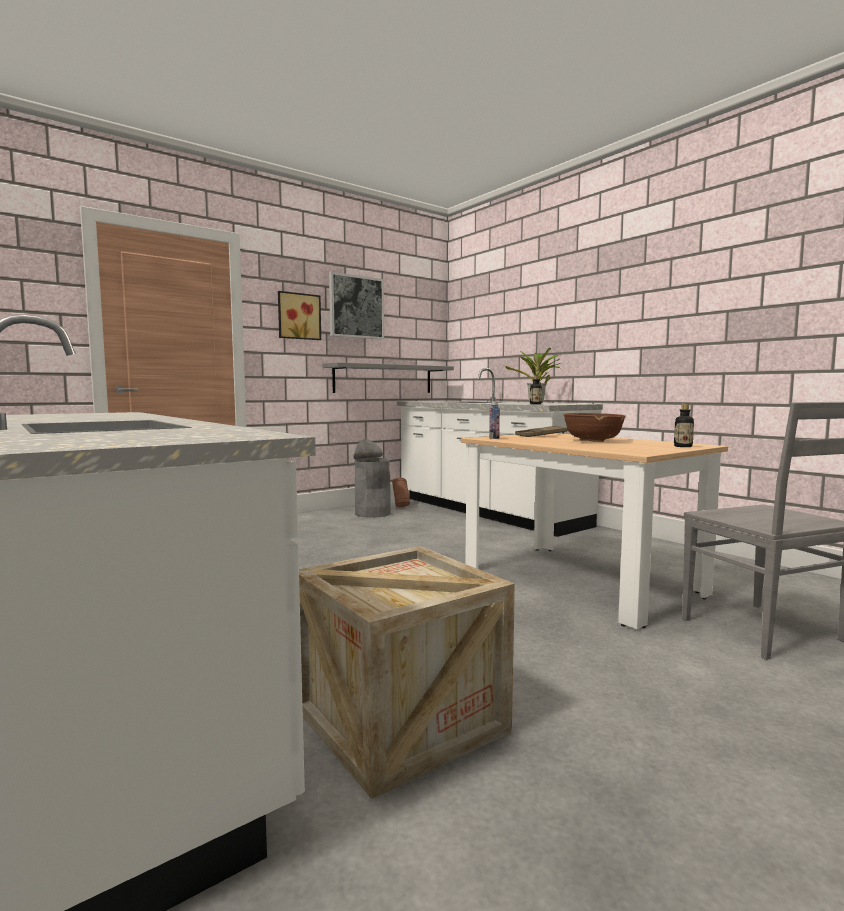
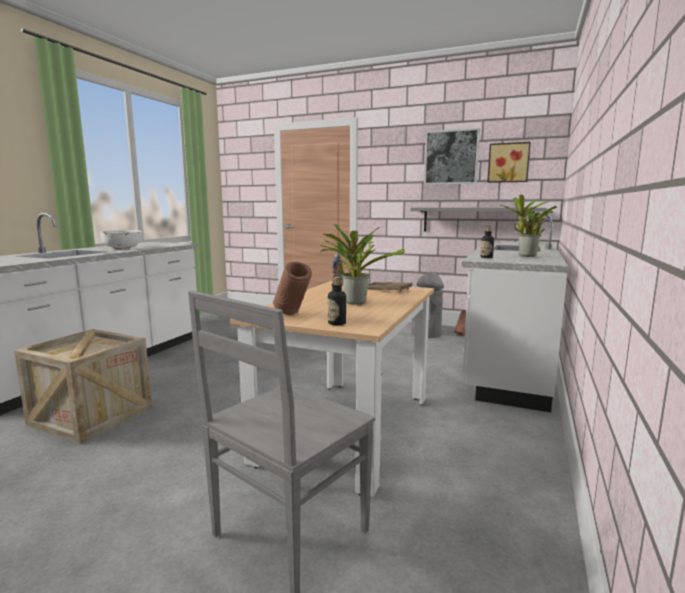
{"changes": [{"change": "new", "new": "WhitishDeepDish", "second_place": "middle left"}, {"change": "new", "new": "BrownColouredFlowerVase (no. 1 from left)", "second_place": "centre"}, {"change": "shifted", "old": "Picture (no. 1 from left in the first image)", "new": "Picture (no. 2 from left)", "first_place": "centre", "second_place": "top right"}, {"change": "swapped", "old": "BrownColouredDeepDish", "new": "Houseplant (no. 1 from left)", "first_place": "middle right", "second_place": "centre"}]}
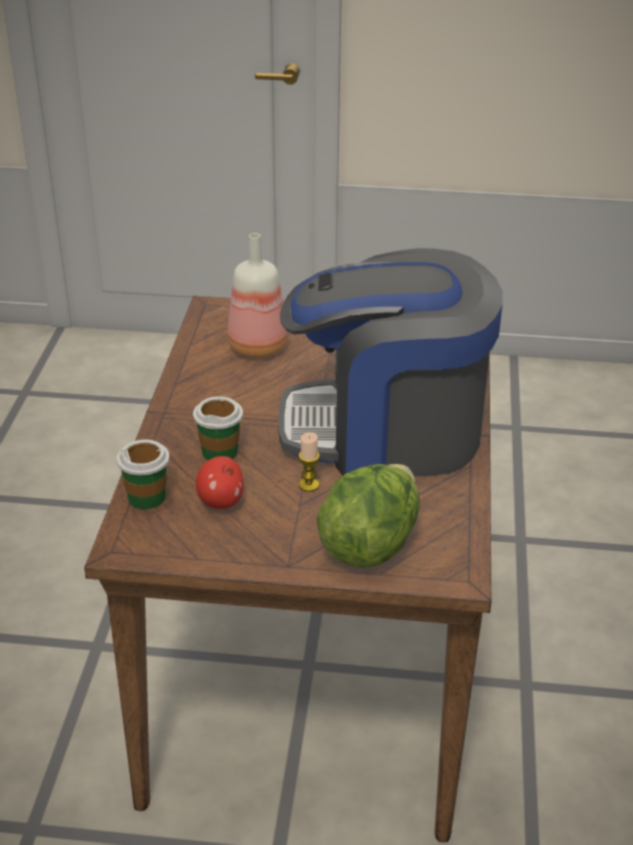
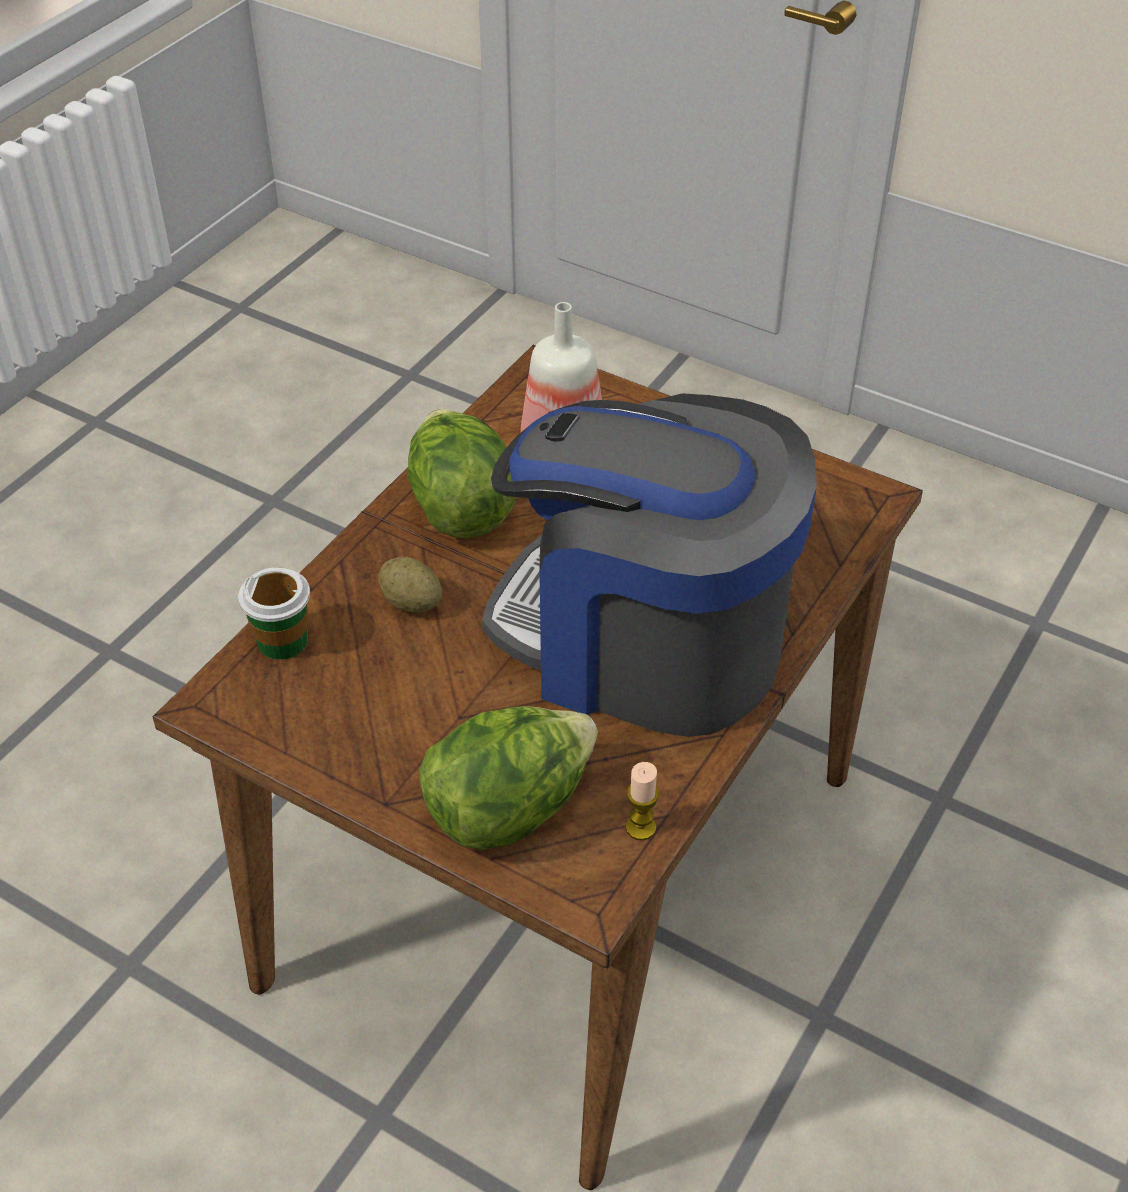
{"changes": [{"change": "gone", "old": "WholeApple", "first_place": "centre"}, {"change": "new", "new": "Lettuce (no. 1 from left)", "second_place": "centre"}, {"change": "shifted", "old": "Candle", "first_place": "centre", "second_place": "bottom centre"}, {"change": "swapped", "old": "Cup (no. 2 from left)", "new": "Spud", "first_place": "centre", "second_place": "centre"}]}
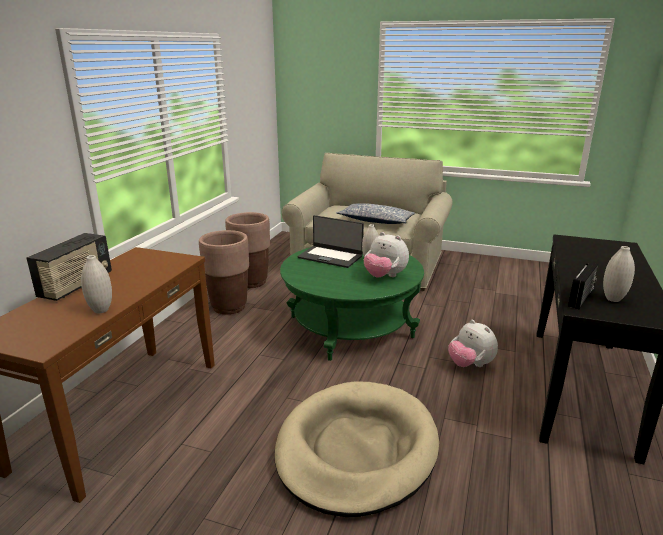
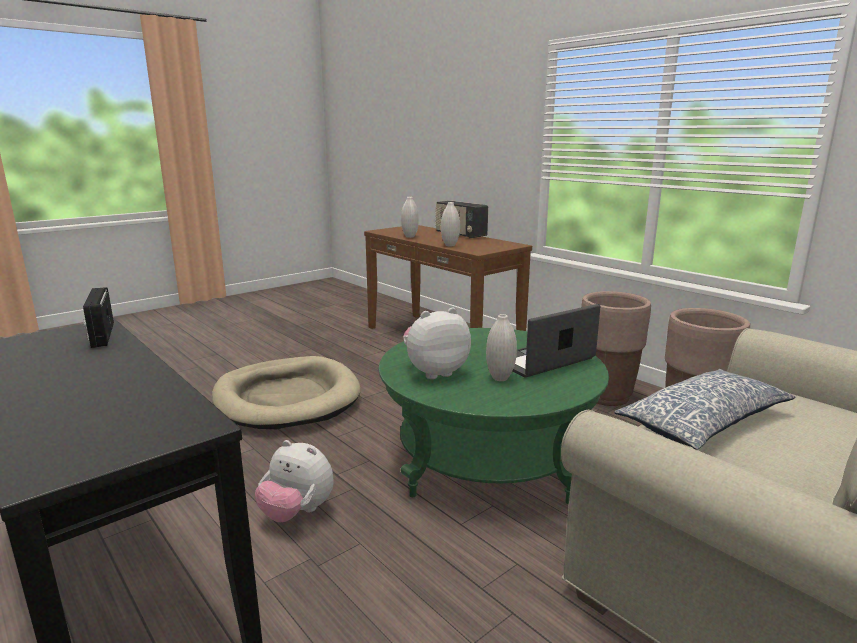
{"changes": [{"change": "shifted", "old": "WhitishFlowerVase (no. 3 from left in the first image)", "new": "WhitishFlowerVase (no. 2 from left)", "first_place": "middle right", "second_place": "centre"}, {"change": "rotated", "old": "CuddlyToy (no. 2 from left in the first image)", "first_place": "middle right", "second_place": "bottom centre", "degrees": -150}]}
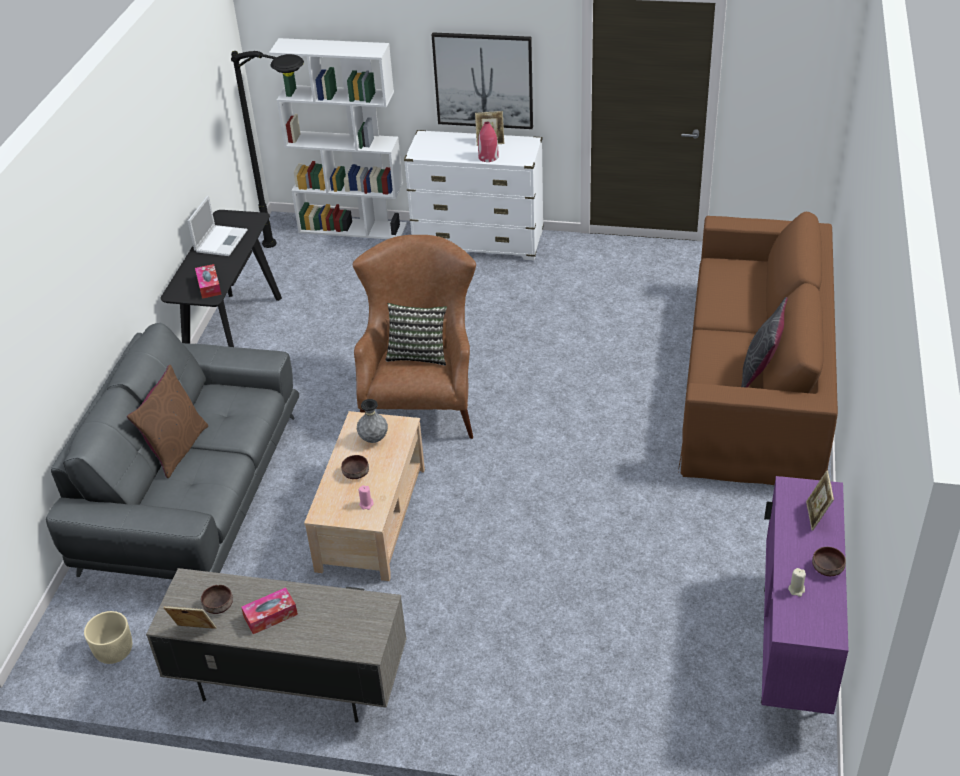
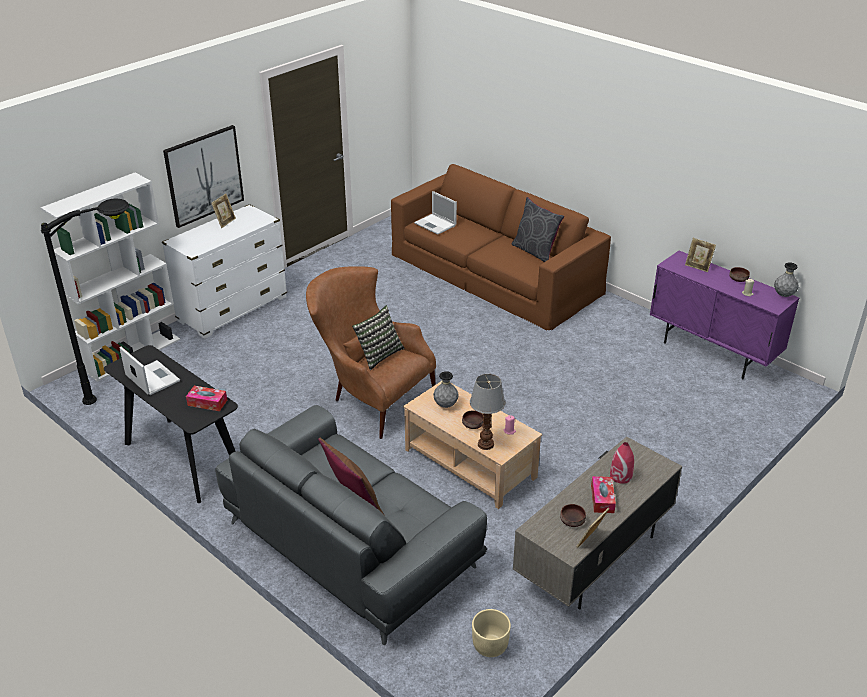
{"changes": [{"change": "new", "new": "PortableComputer (no. 2 from left)", "second_place": "top centre"}, {"change": "new", "new": "LampForATable", "second_place": "centre"}, {"change": "new", "new": "GreyishFlowerVase (no. 2 from left)", "second_place": "middle right"}, {"change": "shifted", "old": "RedFlowerVase", "first_place": "top centre", "second_place": "middle right"}]}
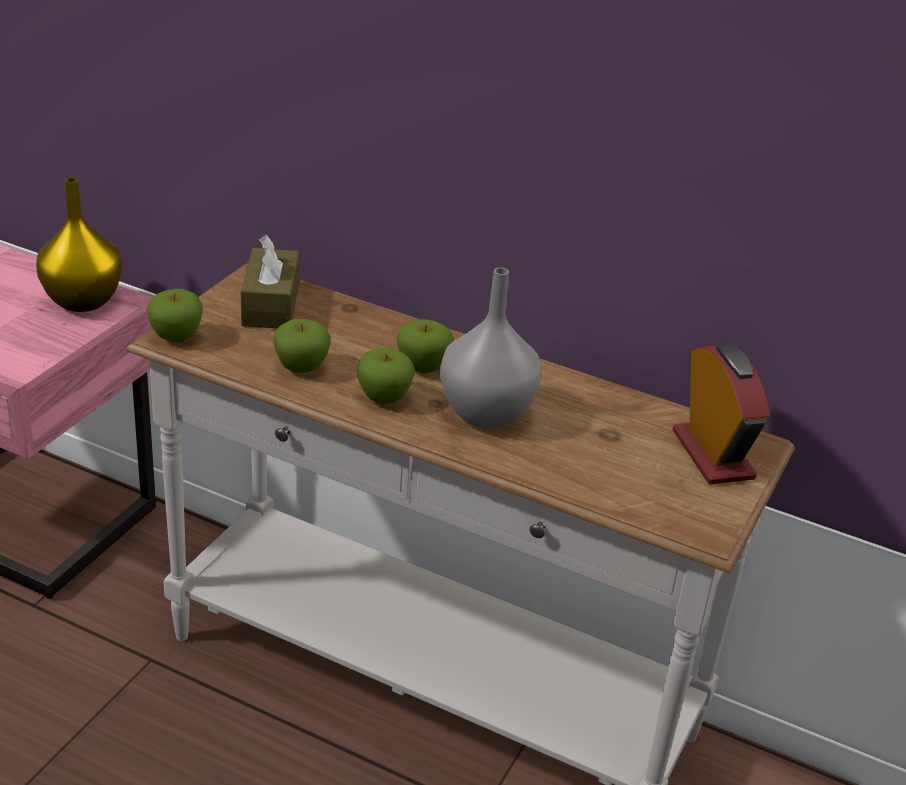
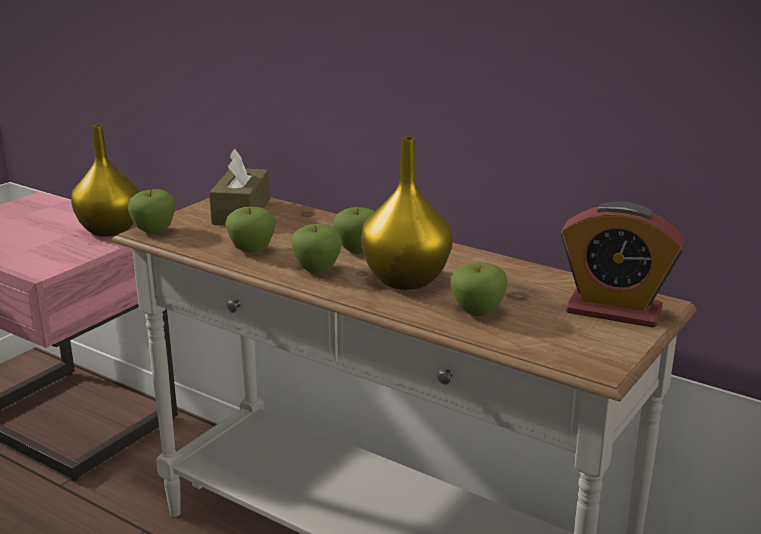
{"changes": [{"change": "new", "new": "WholeApple (no. 5 from left)", "second_place": "centre"}, {"change": "repainted", "old": "GreyishFlowerVase", "new": "YellowFlowerVase (no. 2 from left)", "first_place": "centre", "second_place": "centre"}, {"change": "rotated", "old": "AlarmClock", "first_place": "middle right", "second_place": "middle right", "degrees": 120}]}
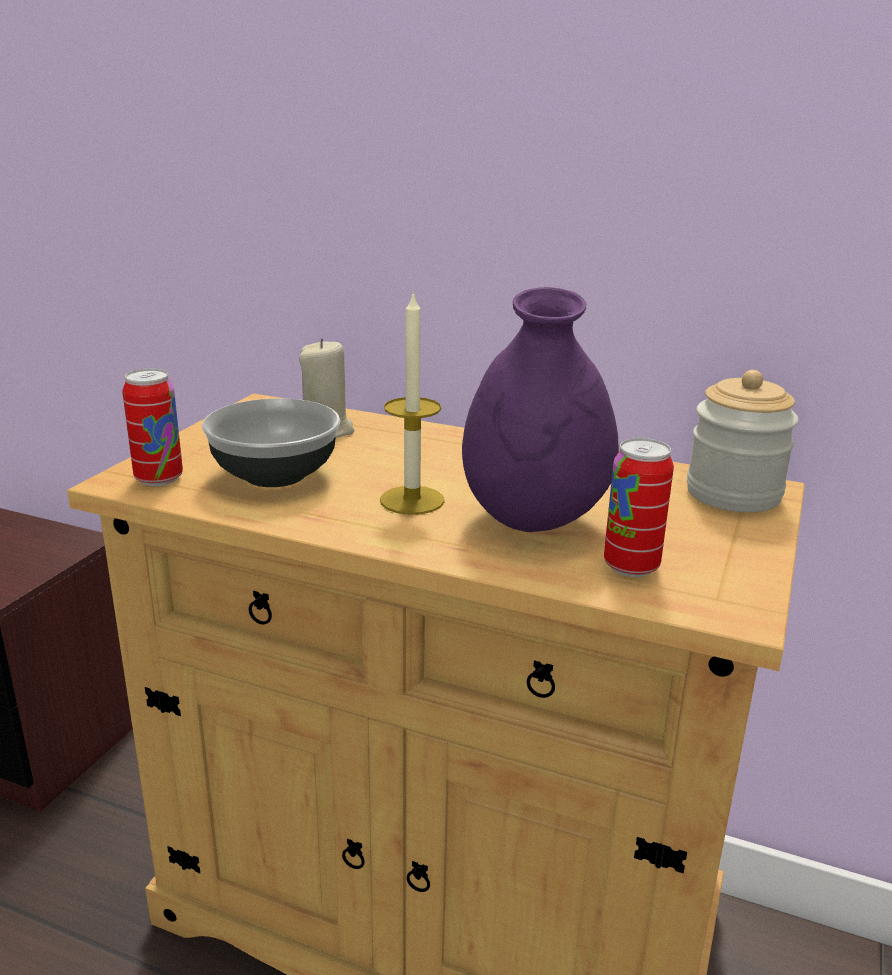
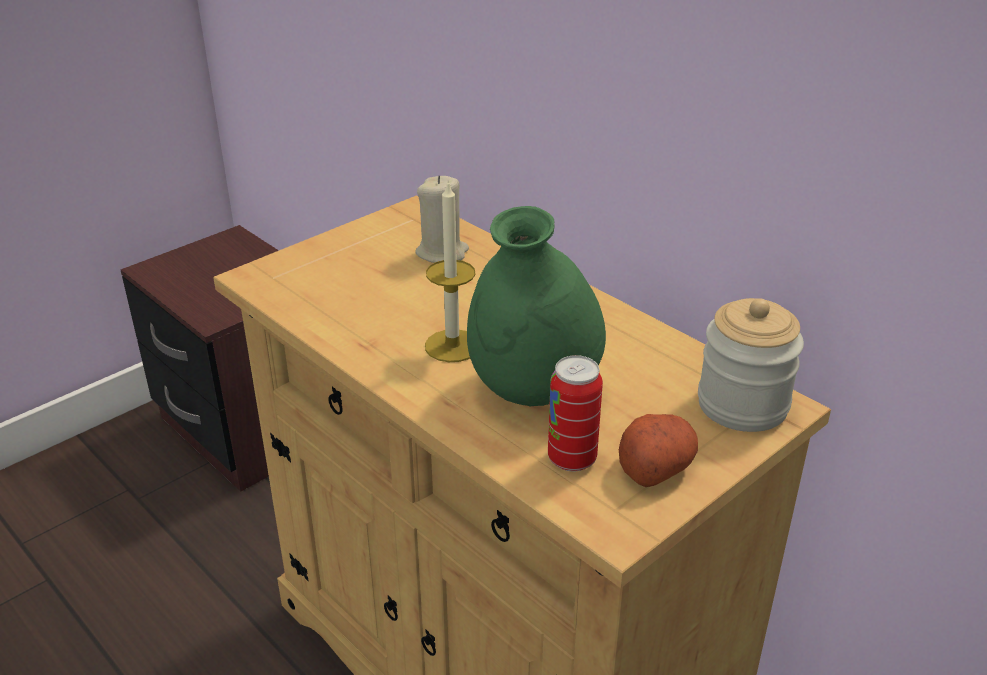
{"changes": [{"change": "gone", "old": "SealedCan (no. 1 from left)", "first_place": "middle left"}, {"change": "gone", "old": "DeepDish", "first_place": "middle left"}, {"change": "new", "new": "Spud", "second_place": "bottom right"}, {"change": "repainted", "old": "PurpleColouredFlowerVase", "new": "GreenishFlowerVase", "first_place": "centre", "second_place": "centre"}]}
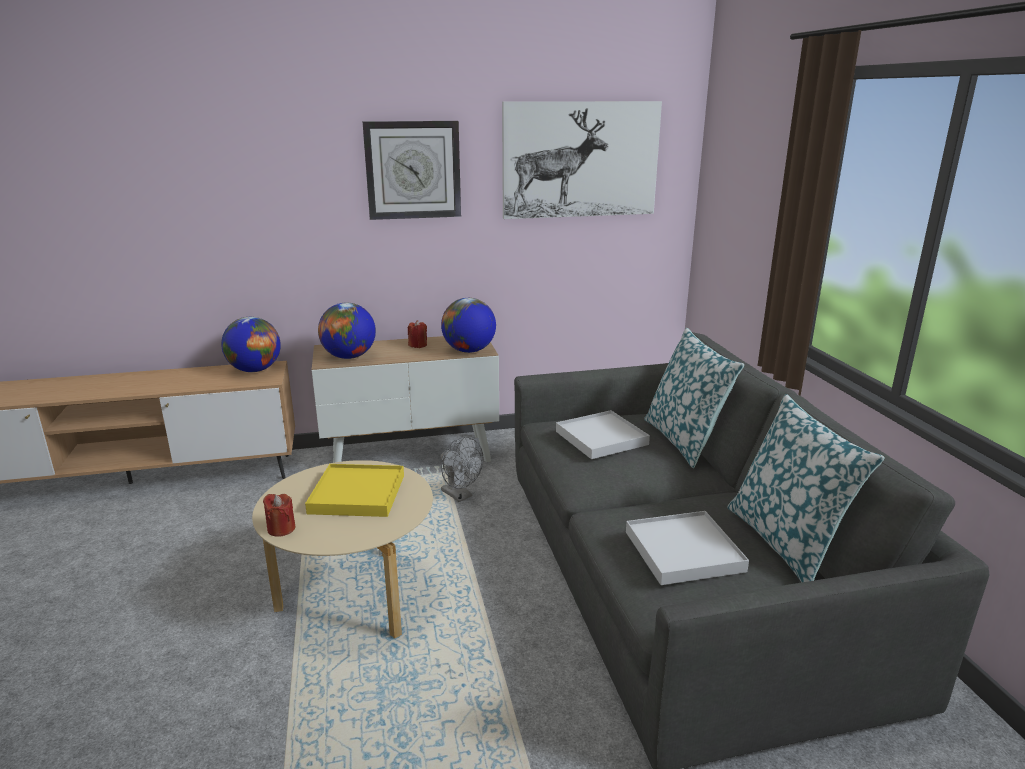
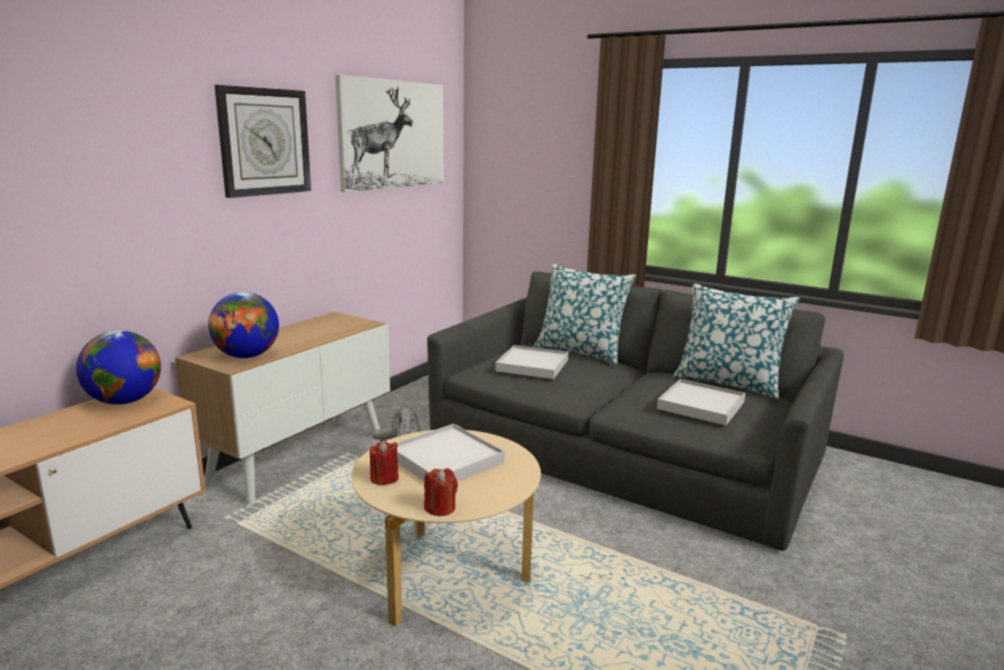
{"changes": [{"change": "gone", "old": "Globe (no. 3 from left)", "first_place": "centre"}, {"change": "shifted", "old": "RedCandle (no. 2 from left in the first image)", "new": "RedCandle (no. 1 from left)", "first_place": "centre", "second_place": "bottom centre"}, {"change": "repainted", "old": "YellowTray", "new": "WhitishTray (no. 1 from left)", "first_place": "centre", "second_place": "bottom centre"}]}
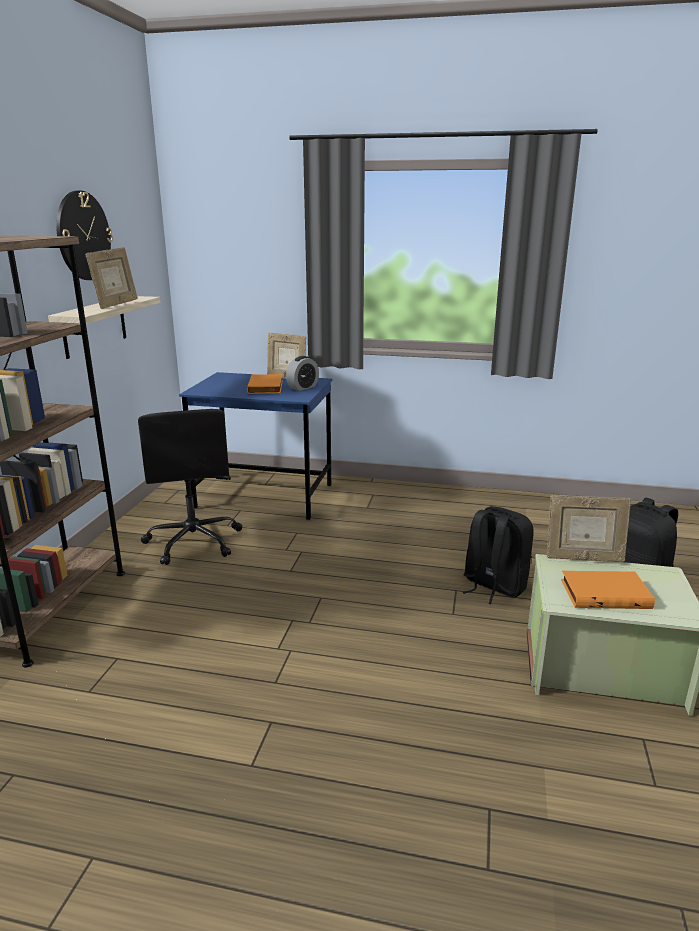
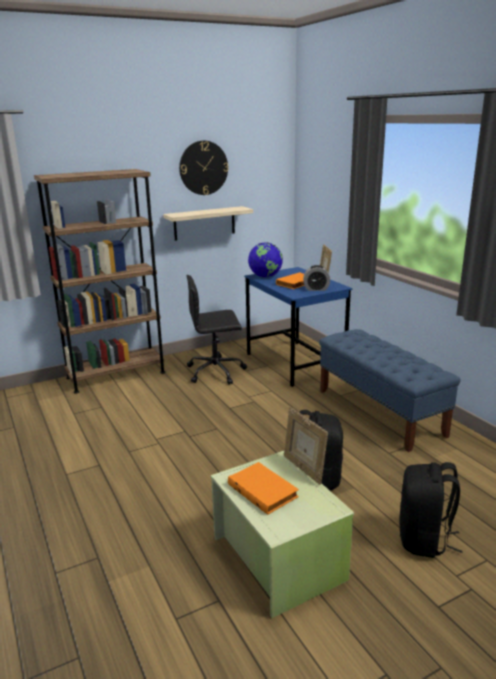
{"changes": [{"change": "gone", "old": "StandingFrame (no. 1 from left)", "first_place": "top left"}, {"change": "new", "new": "Globe", "second_place": "centre"}, {"change": "new", "new": "BlueColouredIndoorBench", "second_place": "middle right"}, {"change": "rotated", "old": "BlackishOfficeChair", "first_place": "middle left", "second_place": "centre", "degrees": 45}]}
